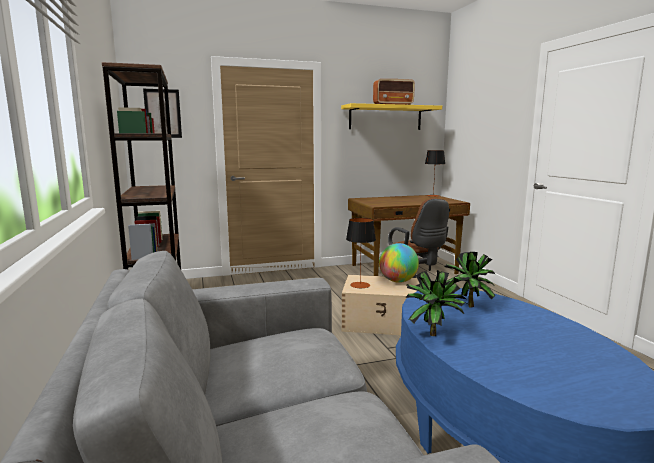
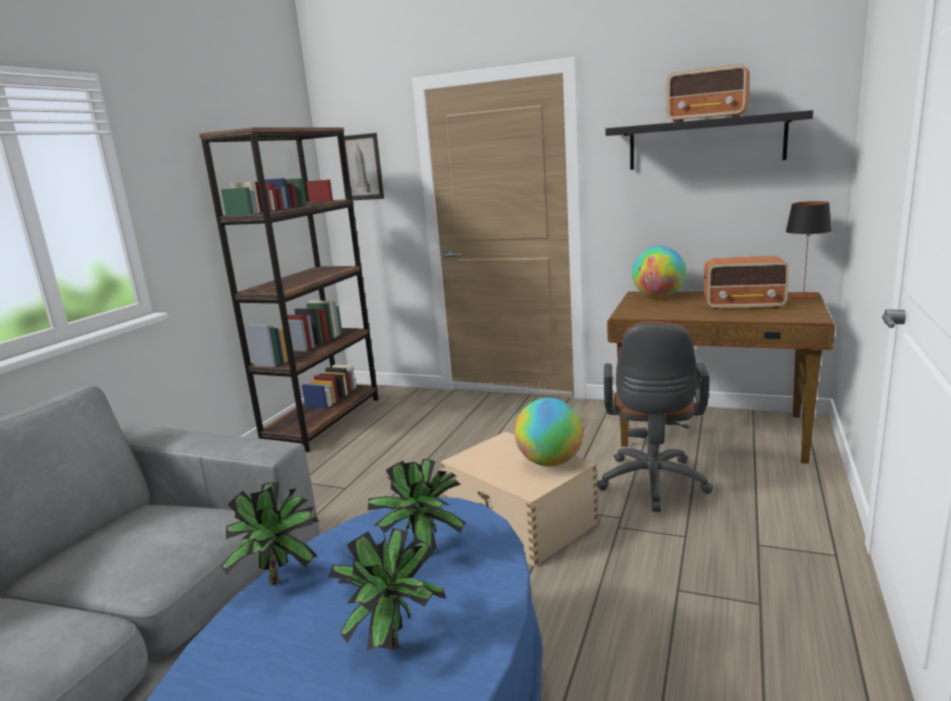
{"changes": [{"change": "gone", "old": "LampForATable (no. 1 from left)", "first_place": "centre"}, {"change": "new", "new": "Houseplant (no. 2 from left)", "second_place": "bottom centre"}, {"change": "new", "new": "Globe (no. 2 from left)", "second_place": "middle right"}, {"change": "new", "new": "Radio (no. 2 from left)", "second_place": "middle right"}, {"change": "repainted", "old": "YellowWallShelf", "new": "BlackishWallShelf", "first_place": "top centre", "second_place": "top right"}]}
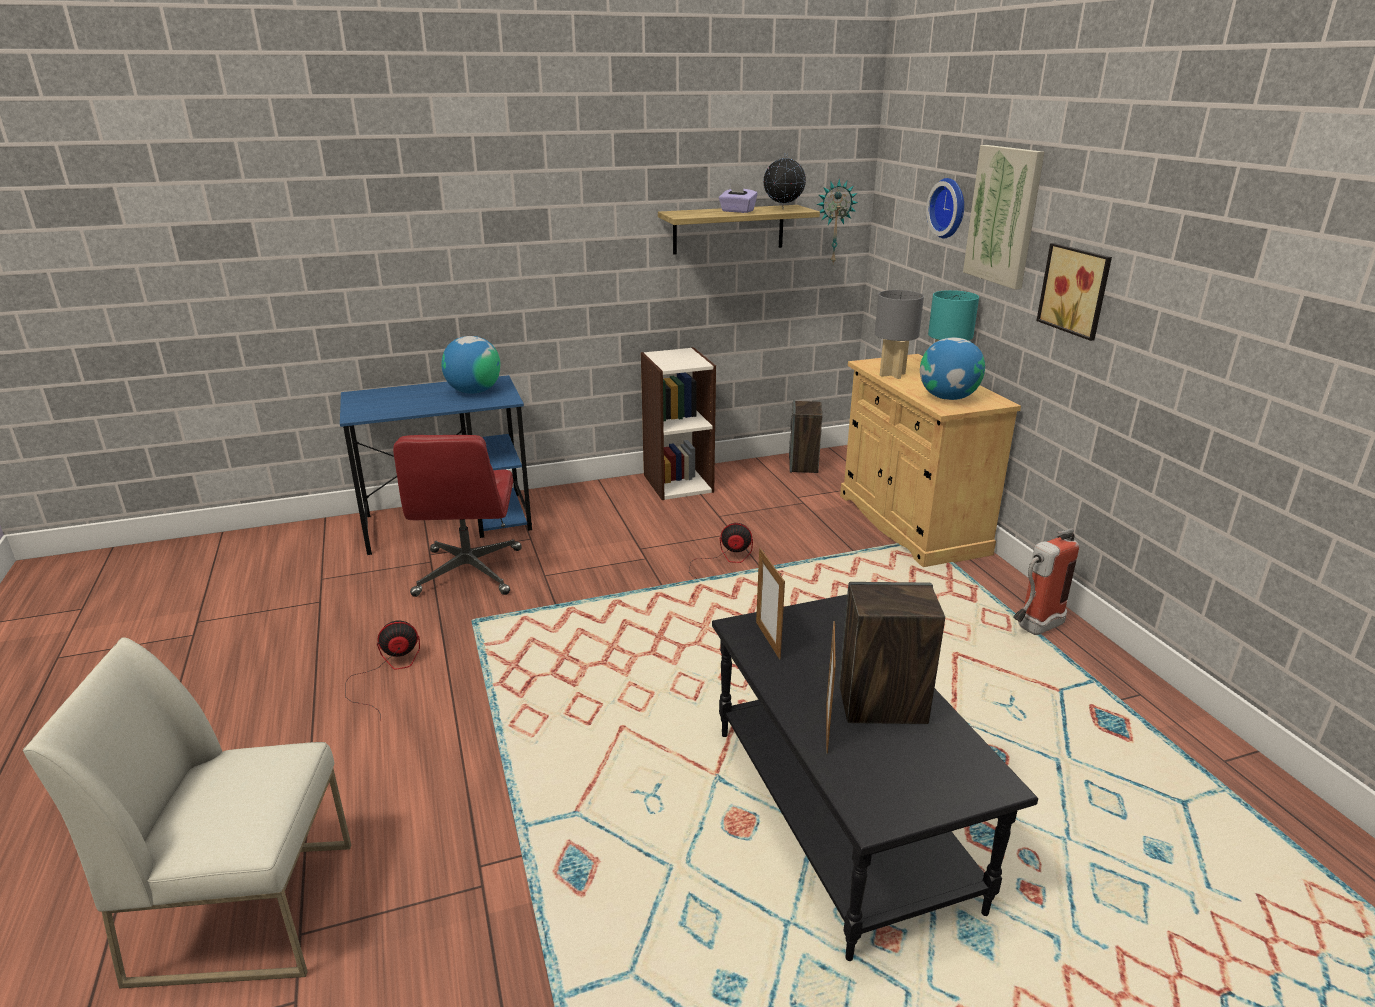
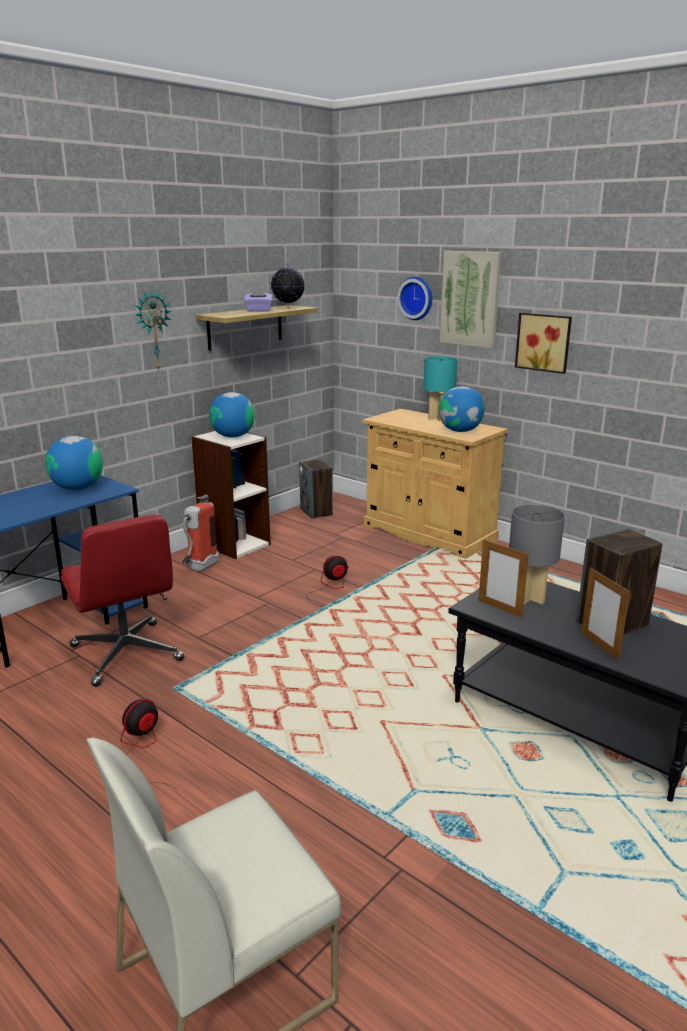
{"changes": [{"change": "new", "new": "Globe (no. 2 from left)", "second_place": "centre"}, {"change": "shifted", "old": "WallClock (no. 1 from left)", "first_place": "top centre", "second_place": "top left"}, {"change": "shifted", "old": "GreyishLampForATable", "first_place": "top centre", "second_place": "middle right"}, {"change": "shifted", "old": "FireExtinguisher", "first_place": "middle right", "second_place": "middle left"}]}
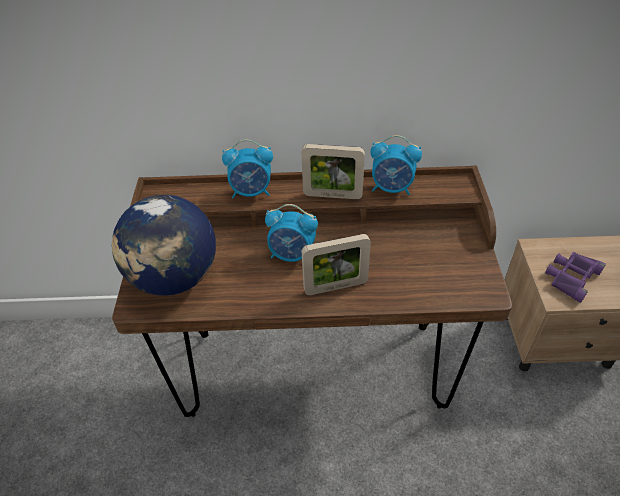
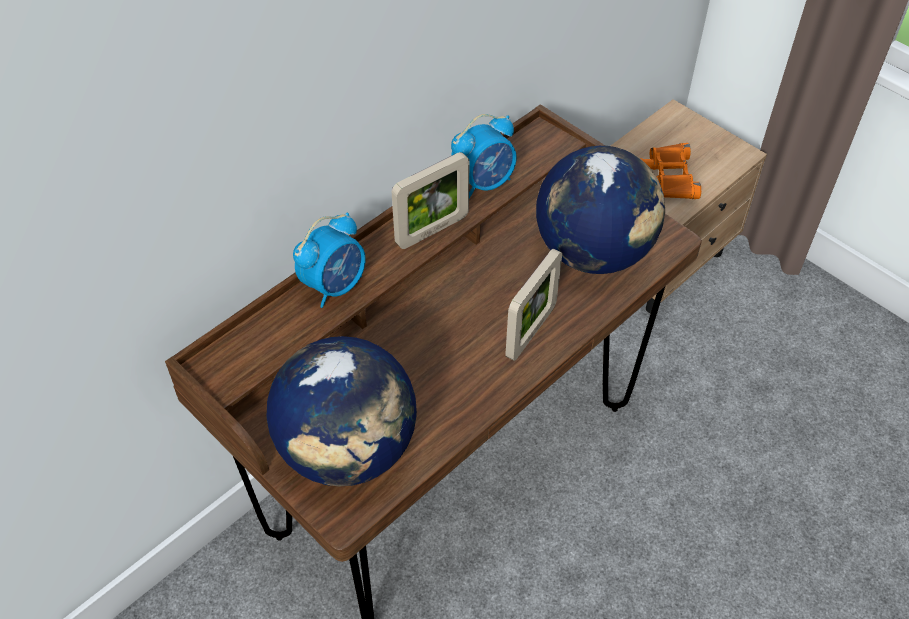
{"changes": [{"change": "gone", "old": "AlarmClock (no. 2 from left)", "first_place": "centre"}, {"change": "new", "new": "Globe (no. 2 from left)", "second_place": "centre"}, {"change": "repainted", "old": "PurpleColouredBinoculars", "new": "OrangeBinoculars", "first_place": "middle right", "second_place": "top right"}]}
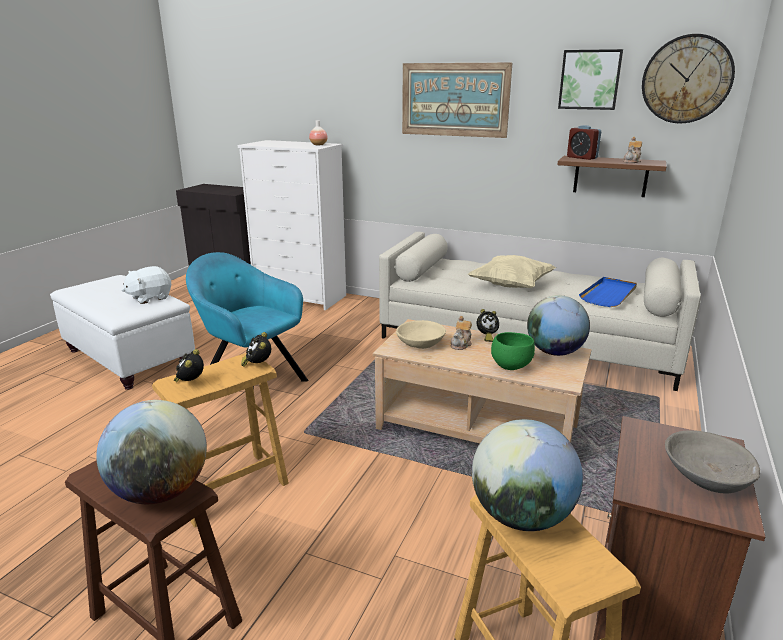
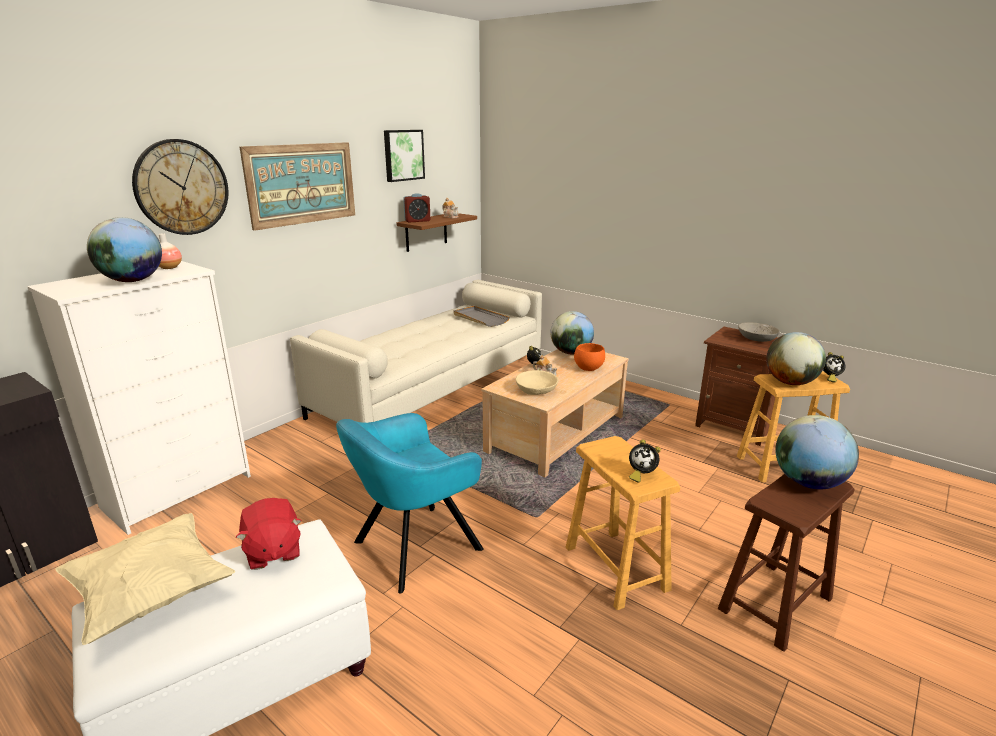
{"changes": [{"change": "new", "new": "Globe (no. 1 from left)", "second_place": "middle left"}, {"change": "shifted", "old": "AlarmClock (no. 2 from left in the first image)", "new": "AlarmClock (no. 4 from left)", "first_place": "middle left", "second_place": "middle right"}, {"change": "shifted", "old": "BeigeColouredCushion", "first_place": "centre", "second_place": "bottom left"}, {"change": "shifted", "old": "WallClock", "first_place": "top right", "second_place": "top left"}, {"change": "repainted", "old": "WhitishCuddlyToy", "new": "RedCuddlyToy", "first_place": "middle left", "second_place": "bottom left"}, {"change": "repainted", "old": "GreenishDeepDish", "new": "OrangeDeepDish", "first_place": "centre", "second_place": "centre"}, {"change": "repainted", "old": "BlueColouredTray", "new": "GreyishTray", "first_place": "middle right", "second_place": "centre"}]}
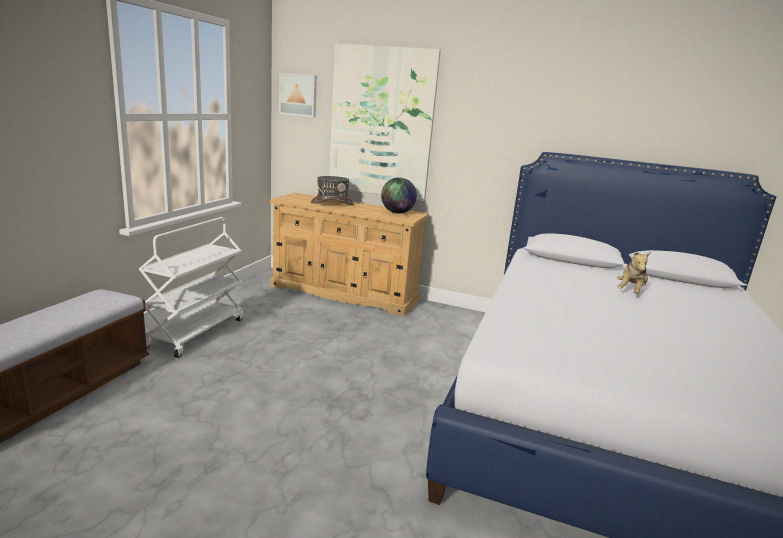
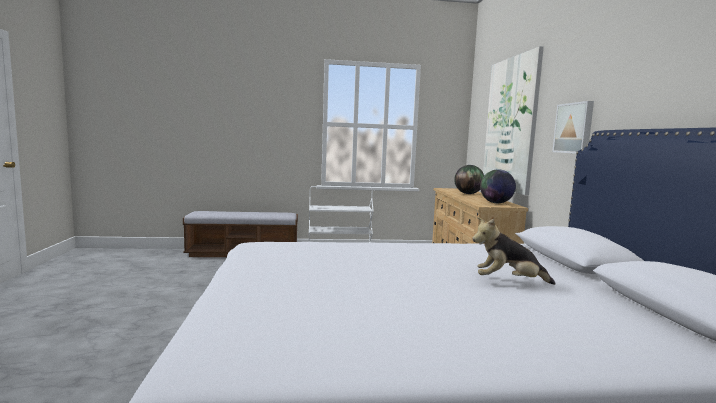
{"changes": [{"change": "shifted", "old": "Picture (no. 1 from left in the first image)", "new": "Picture (no. 2 from left)", "first_place": "top centre", "second_place": "top right"}, {"change": "swapped", "old": "GreyishHat", "new": "Globe (no. 1 from left)", "first_place": "centre", "second_place": "centre"}]}
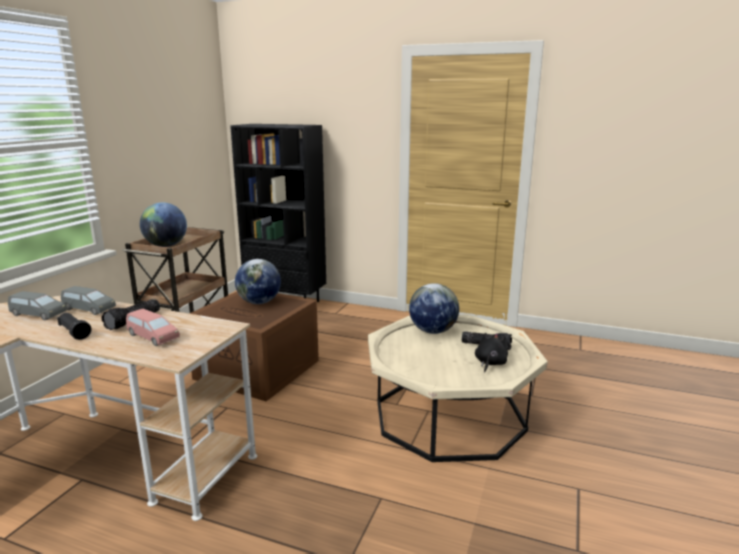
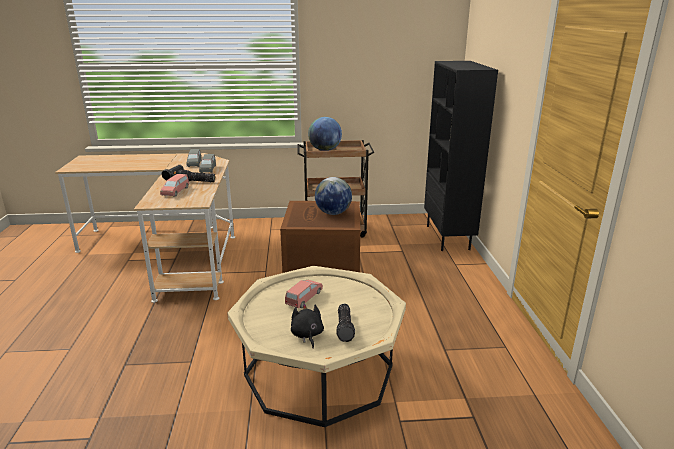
{"changes": [{"change": "gone", "old": "Globe (no. 3 from left)", "first_place": "centre"}, {"change": "new", "new": "PinkToyCar (no. 2 from left)", "second_place": "centre"}, {"change": "rotated", "old": "BlackishCuddlyToy", "first_place": "centre", "second_place": "bottom centre", "degrees": -105}]}
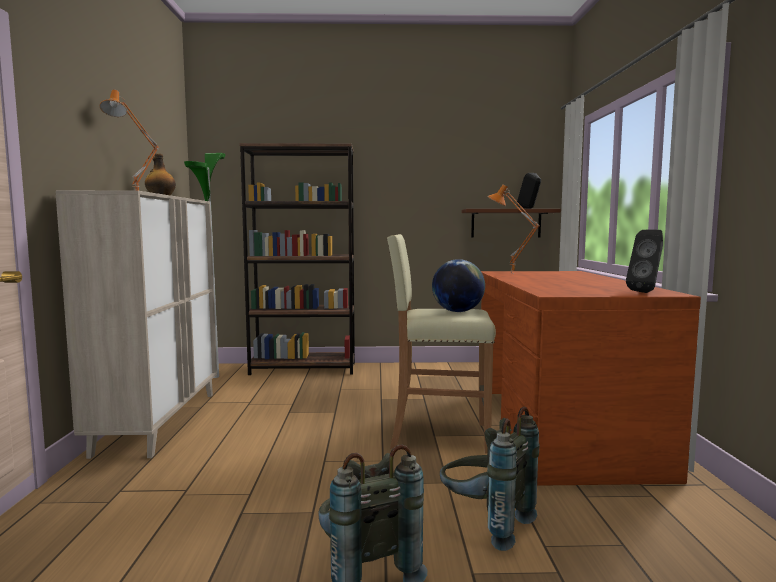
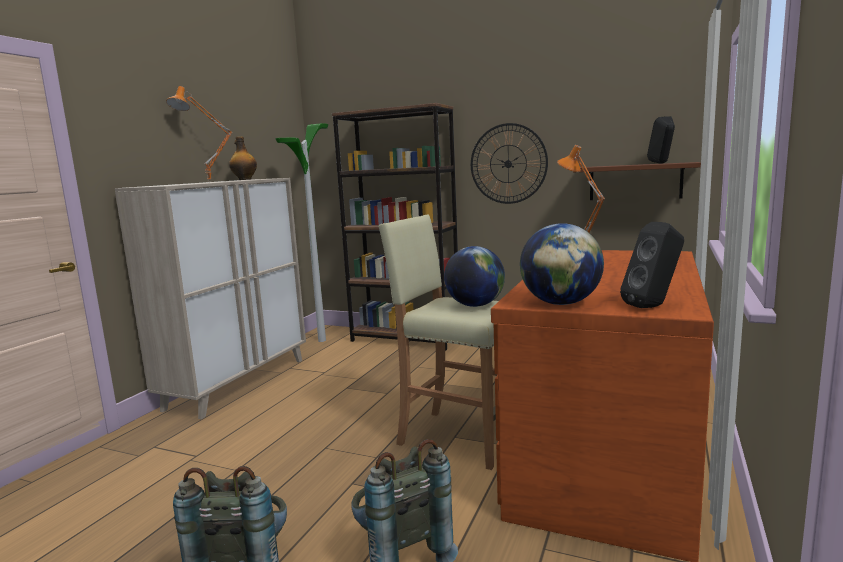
{"changes": [{"change": "new", "new": "WallClock", "second_place": "top centre"}, {"change": "new", "new": "Globe (no. 2 from left)", "second_place": "middle right"}]}
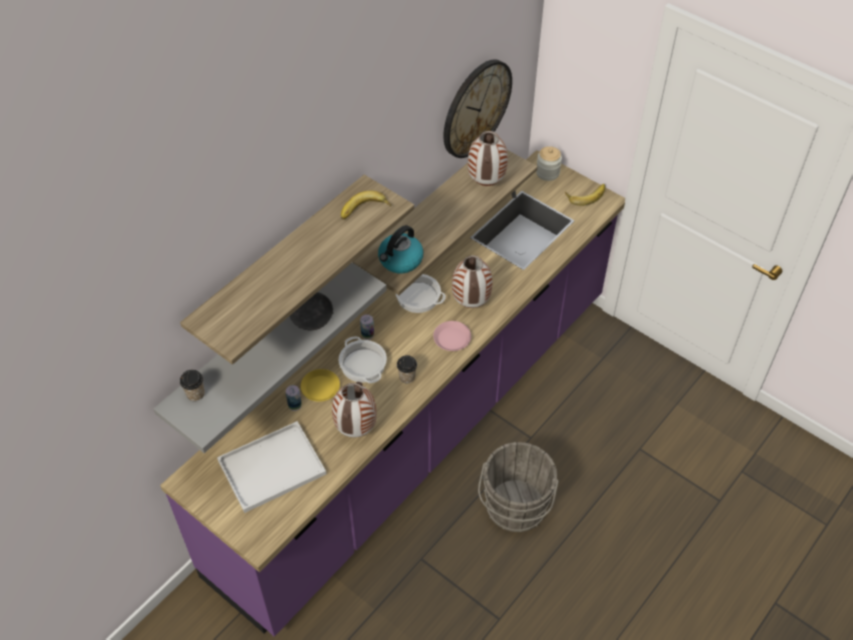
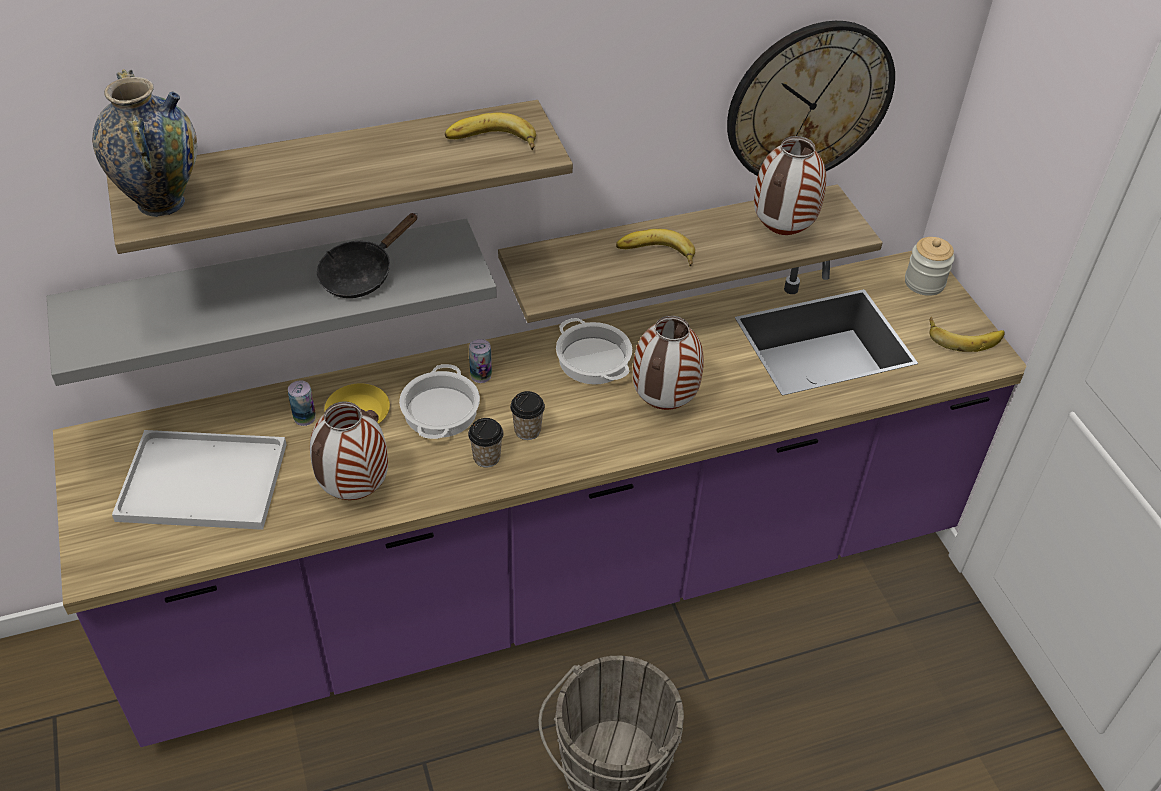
{"changes": [{"change": "gone", "old": "Kettle", "first_place": "centre"}, {"change": "gone", "old": "PinkFlatDish", "first_place": "centre"}, {"change": "new", "new": "FlowerVase (no. 1 from left)", "second_place": "top left"}, {"change": "new", "new": "Banana (no. 2 from left)", "second_place": "top centre"}, {"change": "shifted", "old": "Cup (no. 1 from left in the first image)", "new": "Cup (no. 2 from left)", "first_place": "middle left", "second_place": "centre"}]}
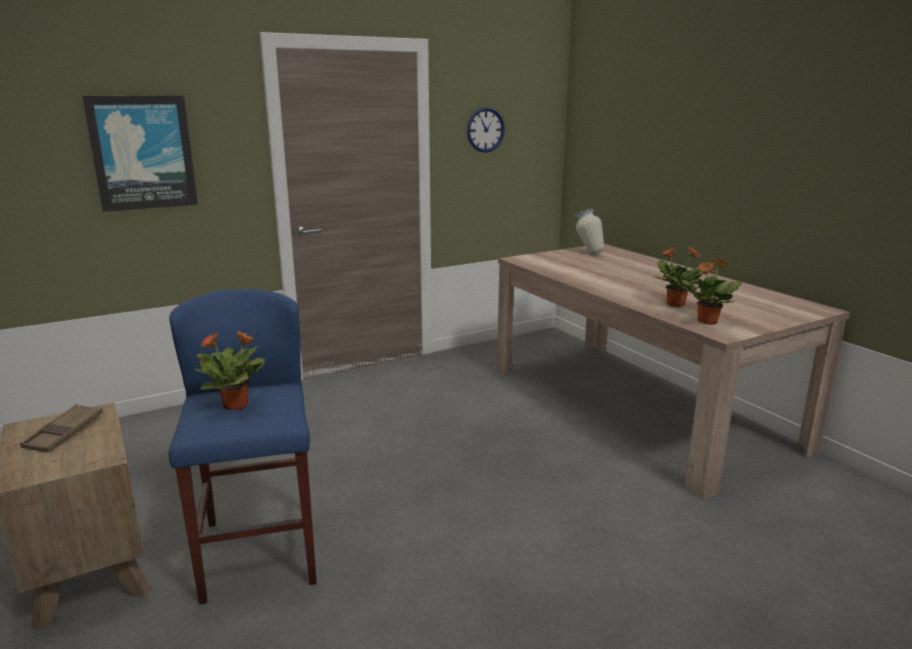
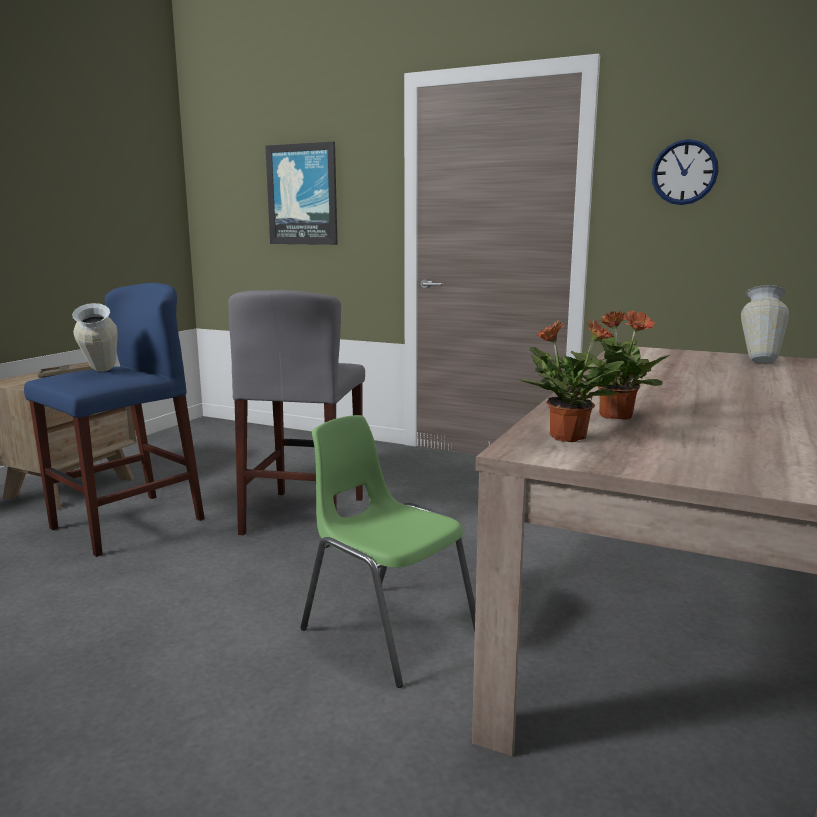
{"changes": [{"change": "new", "new": "GreyishStool", "second_place": "centre"}, {"change": "new", "new": "GreenishUprightChair", "second_place": "bottom centre"}, {"change": "swapped", "old": "Houseplant (no. 1 from left)", "new": "FlowerVase (no. 1 from left)", "first_place": "middle left", "second_place": "middle left"}]}
